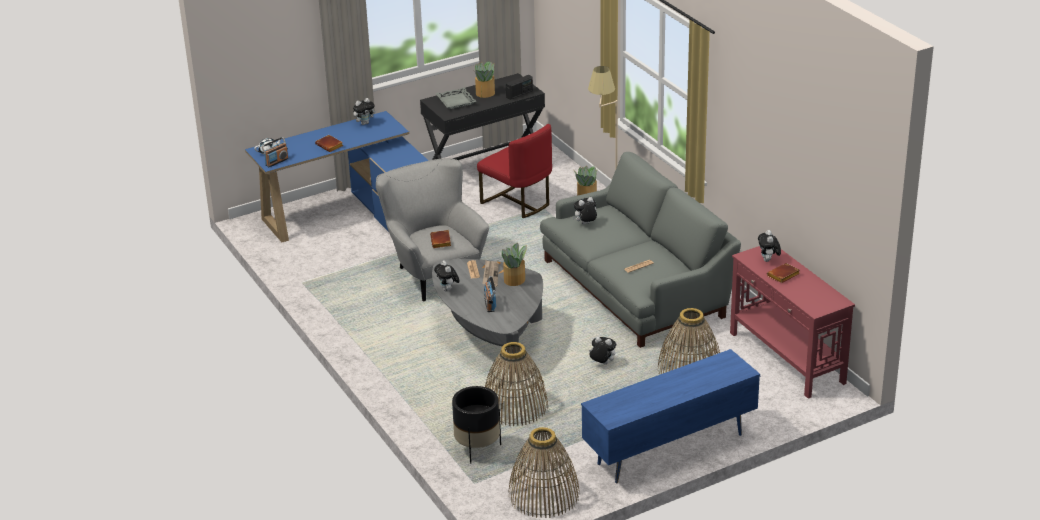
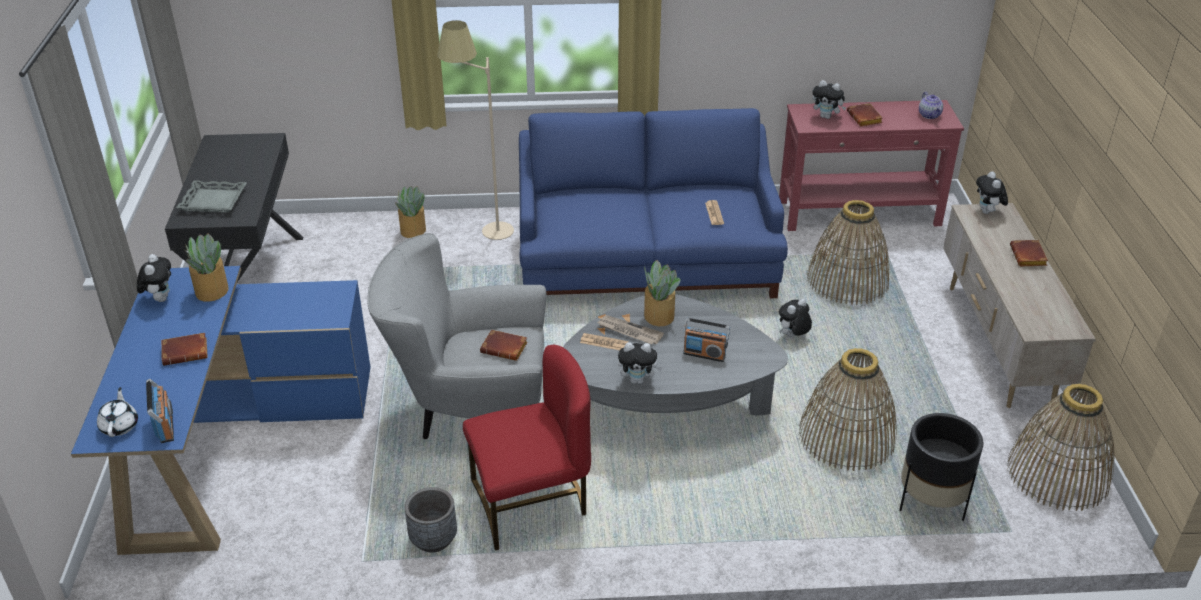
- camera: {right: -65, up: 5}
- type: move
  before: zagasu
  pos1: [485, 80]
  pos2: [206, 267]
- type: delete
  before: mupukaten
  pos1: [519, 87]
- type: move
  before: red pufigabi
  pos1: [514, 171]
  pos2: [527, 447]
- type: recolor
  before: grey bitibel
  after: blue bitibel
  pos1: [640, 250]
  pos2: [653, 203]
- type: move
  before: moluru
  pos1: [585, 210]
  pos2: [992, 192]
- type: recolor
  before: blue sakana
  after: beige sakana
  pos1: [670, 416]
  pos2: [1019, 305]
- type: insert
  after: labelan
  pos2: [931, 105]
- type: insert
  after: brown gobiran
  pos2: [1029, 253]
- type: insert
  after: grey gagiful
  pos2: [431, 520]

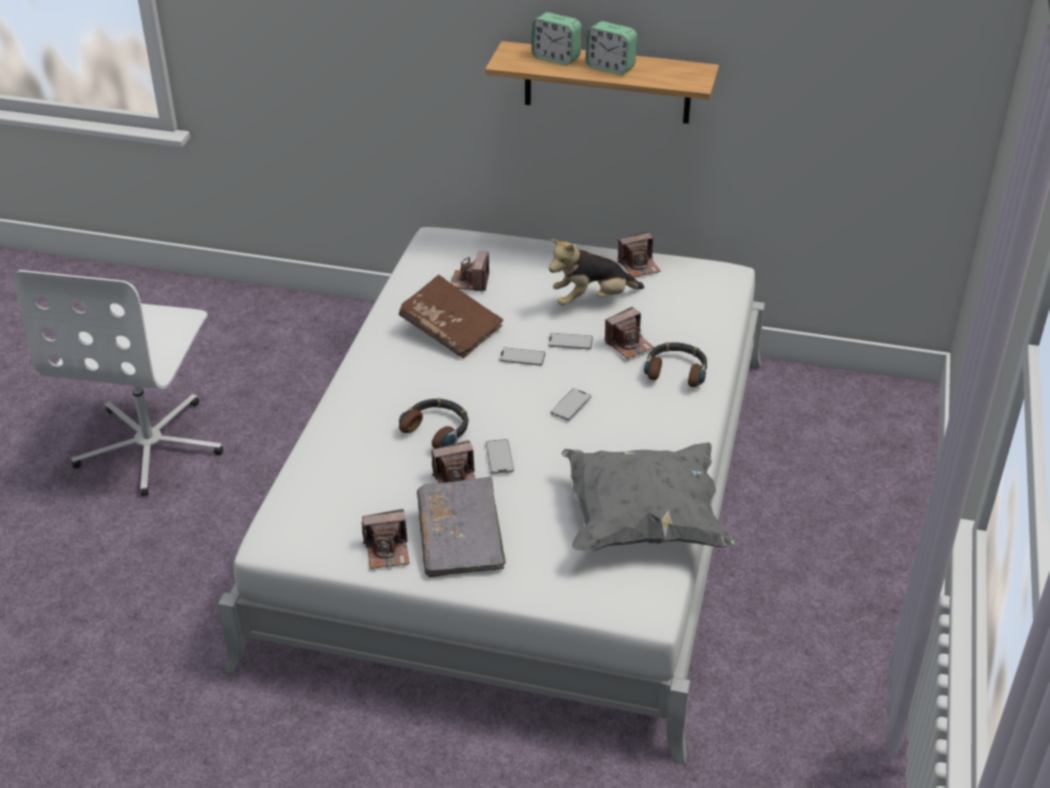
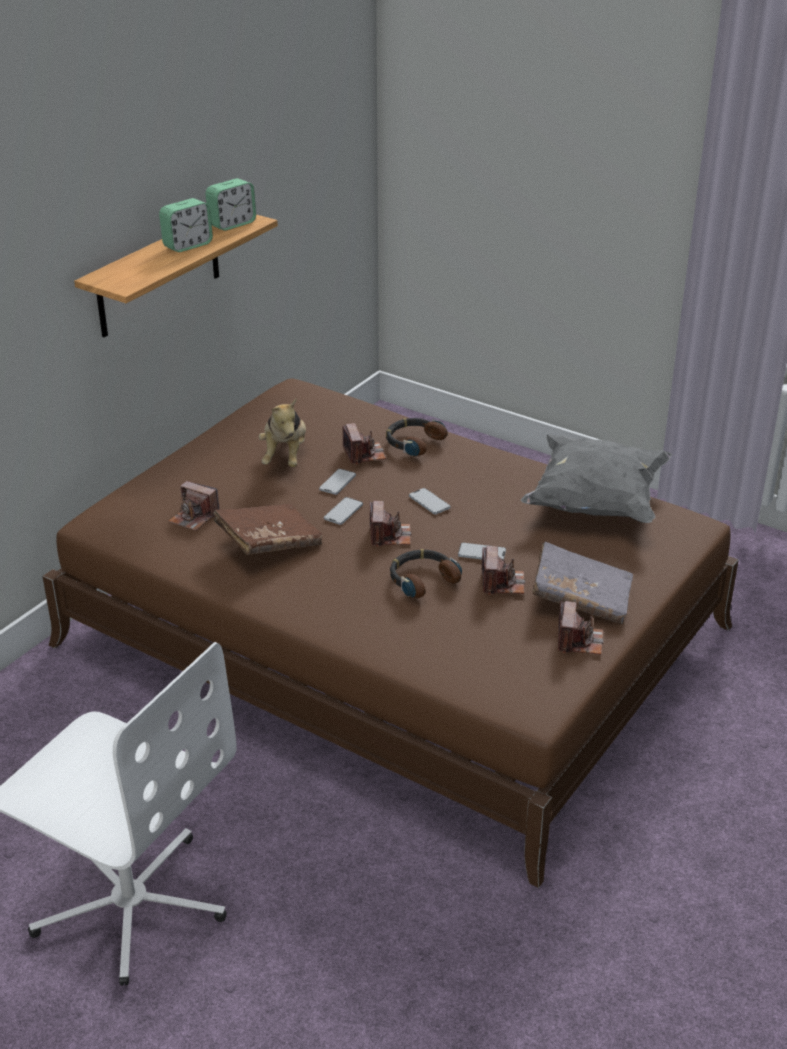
- camera: {right: -70, up: -5}
- type: move
  before: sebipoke
  pos1: [556, 38]
  pos2: [230, 204]
- type: recolor
  before: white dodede
  after: brown dodede
  pos1: [491, 495]
  pos2: [390, 633]
- type: move
  before: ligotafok
  pos1: [639, 254]
  pos2: [390, 524]

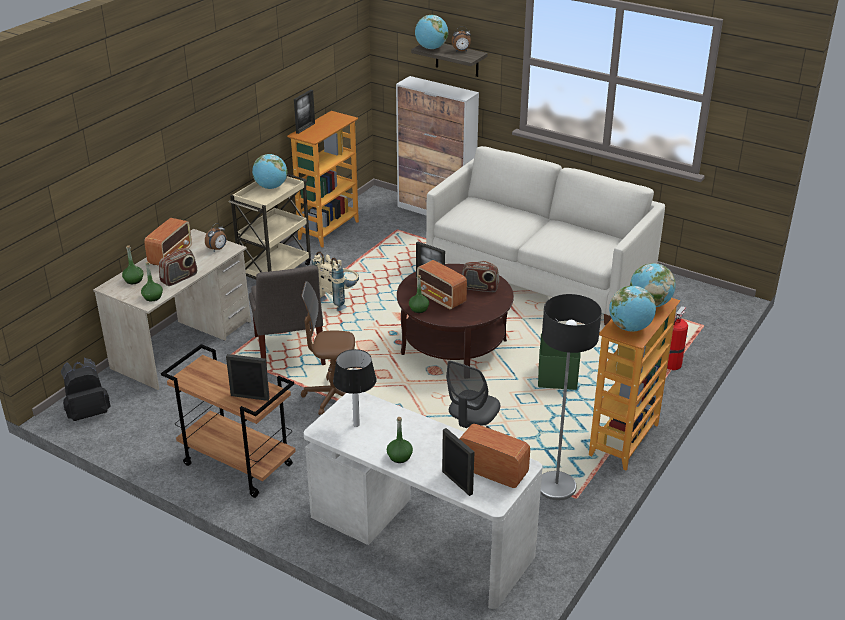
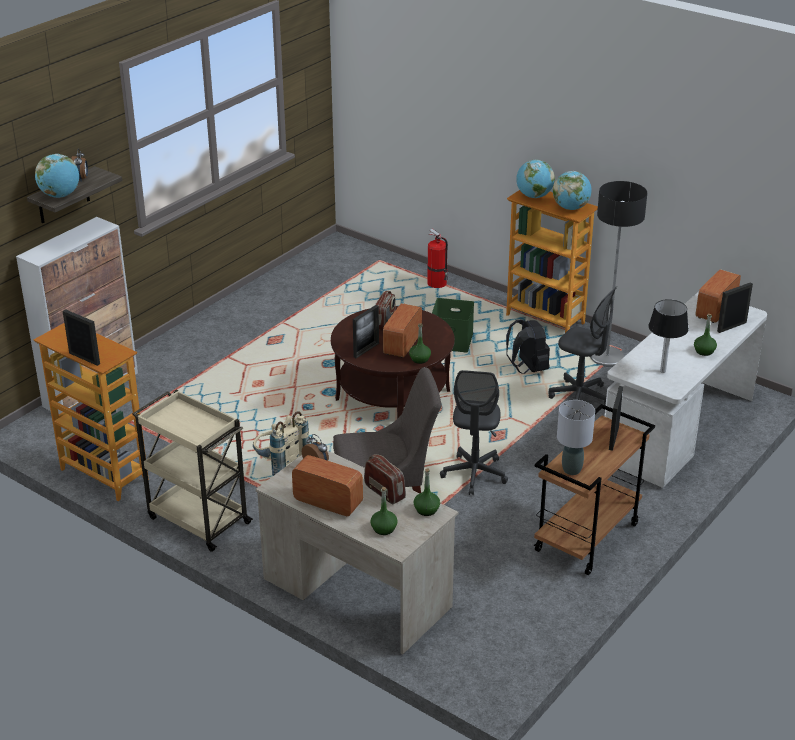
- camera: {right: -85, up: 0}
- type: delete
  before: white bitibel
  pos1: [545, 235]
- type: delete
  before: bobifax
  pos1: [269, 171]
- type: rotate
  before: mupukaten
  pos1: [442, 285]
  pos2: [402, 330]
  turn: 150
- type: recolor
  before: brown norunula
  after: grey norunula
  pos1: [328, 348]
  pos2: [474, 432]
- type: move
  before: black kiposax
  pos1: [85, 389]
  pos2: [528, 347]
- type: insert
  after: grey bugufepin
  pos2: [576, 437]

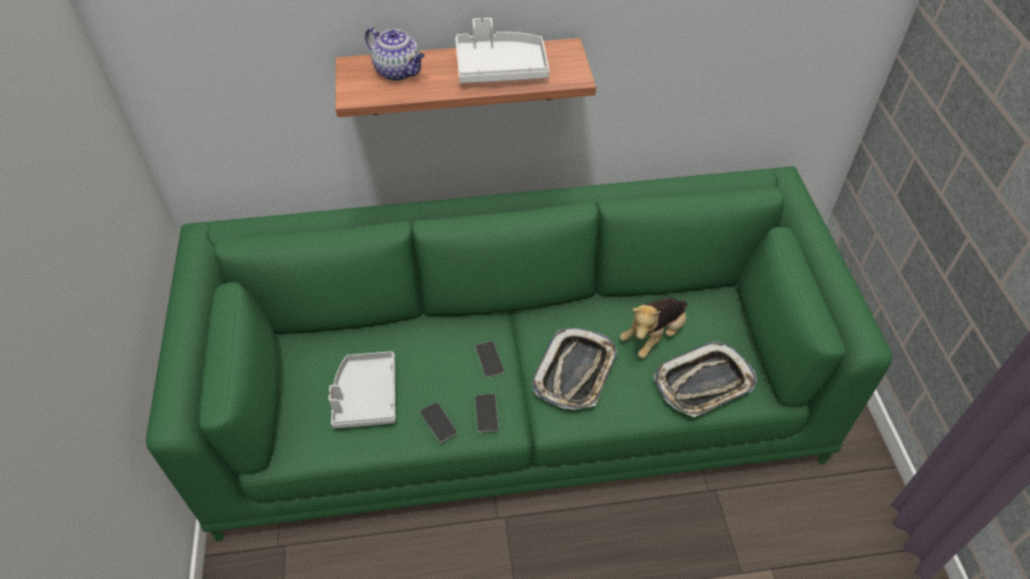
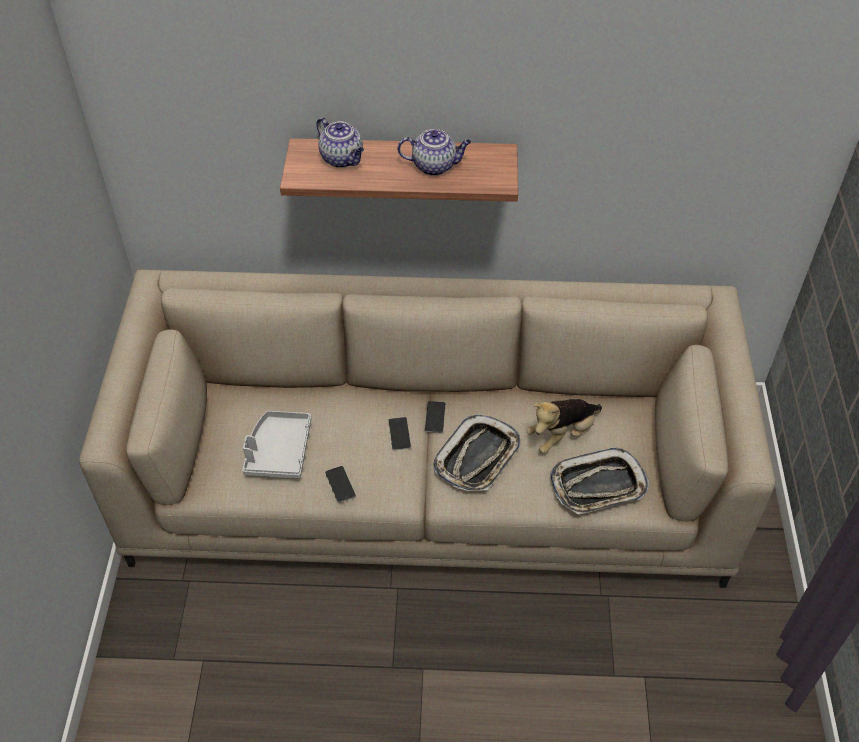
- camera: {right: 10, up: 0}
- type: replace
  before: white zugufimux
  after: labelan
  pos1: [502, 50]
  pos2: [434, 152]
- type: recolor
  before: green bitibel
  after: beige bitibel
  pos1: [519, 353]
  pos2: [427, 428]
- type: move
  before: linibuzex
  pos1: [487, 413]
  pos2: [435, 417]

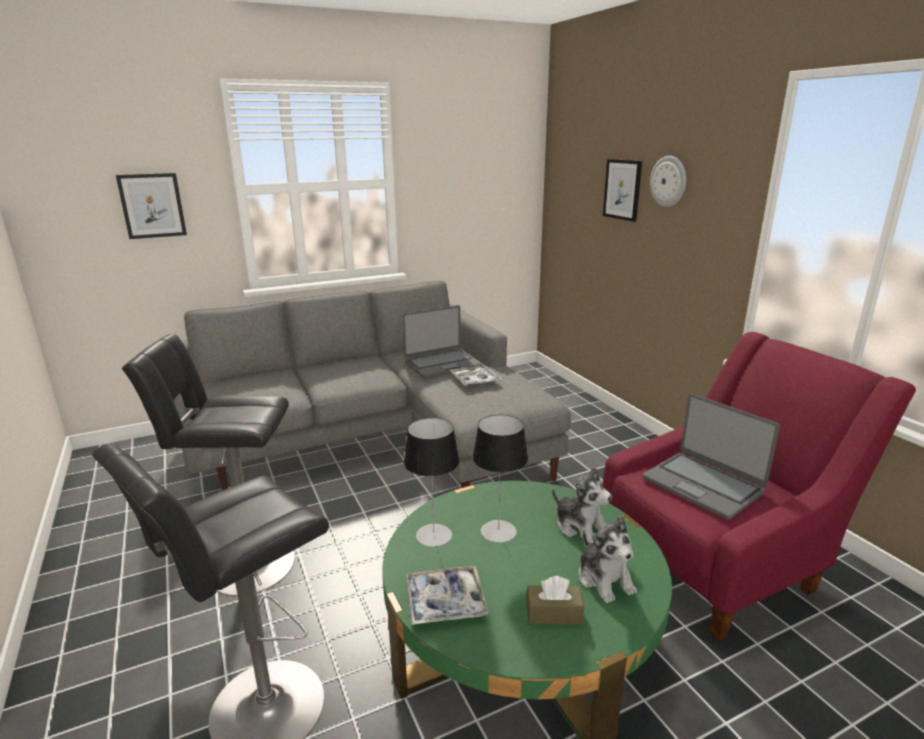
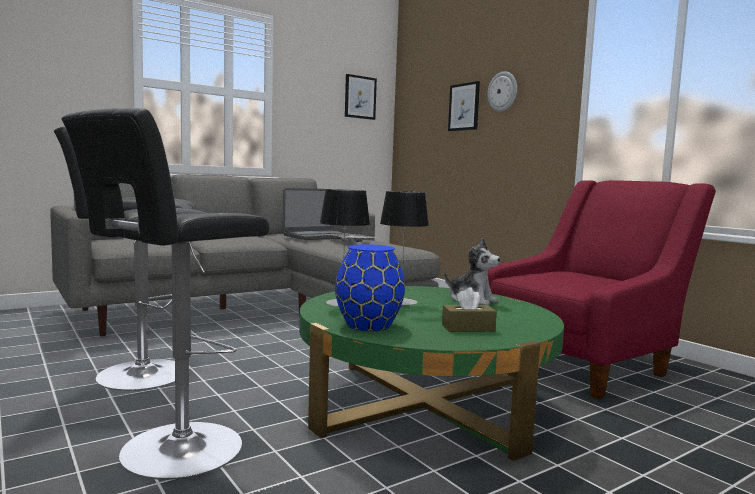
- camera: {right: -10, up: -15}
- type: move
  before: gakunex
  pos1: [151, 206]
  pos2: [361, 97]
- type: delete
  before: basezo
  pos1: [711, 456]
- type: delete
  before: moluru
  pos1: [607, 559]
- type: replace
  before: zugufimux
  after: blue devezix
  pos1: [447, 595]
  pos2: [370, 287]

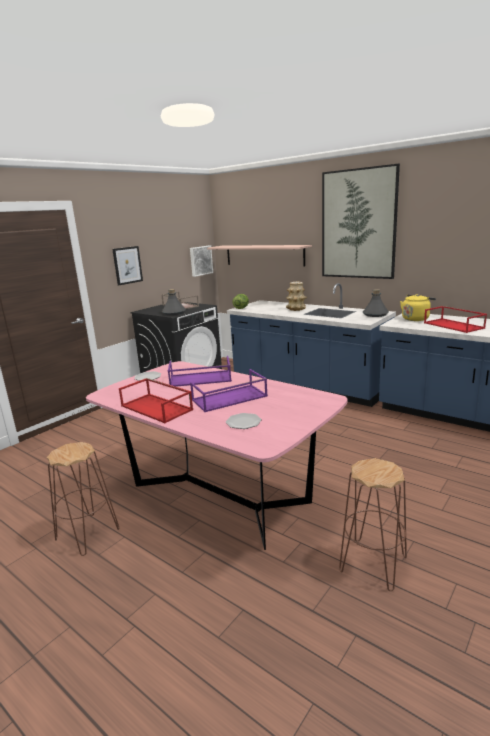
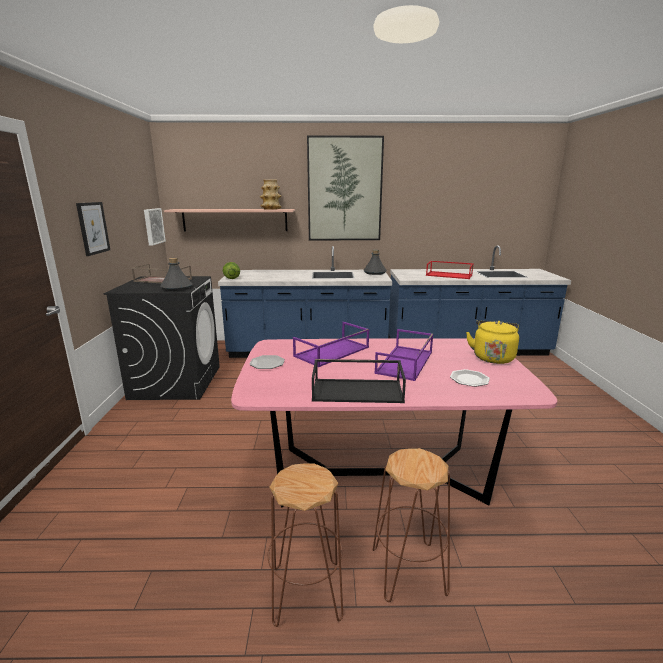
- camera: {right: -40, up: 0}
- type: move
  before: devezix
  pos1: [296, 296]
  pos2: [271, 194]
- type: move
  before: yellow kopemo
  pos1: [418, 307]
  pos2: [492, 342]
- type: recolor
  before: red zugufimux
  after: black zugufimux
  pos1: [156, 400]
  pos2: [359, 381]
- type: move
  before: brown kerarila
  pos1: [373, 524]
  pos2: [411, 525]

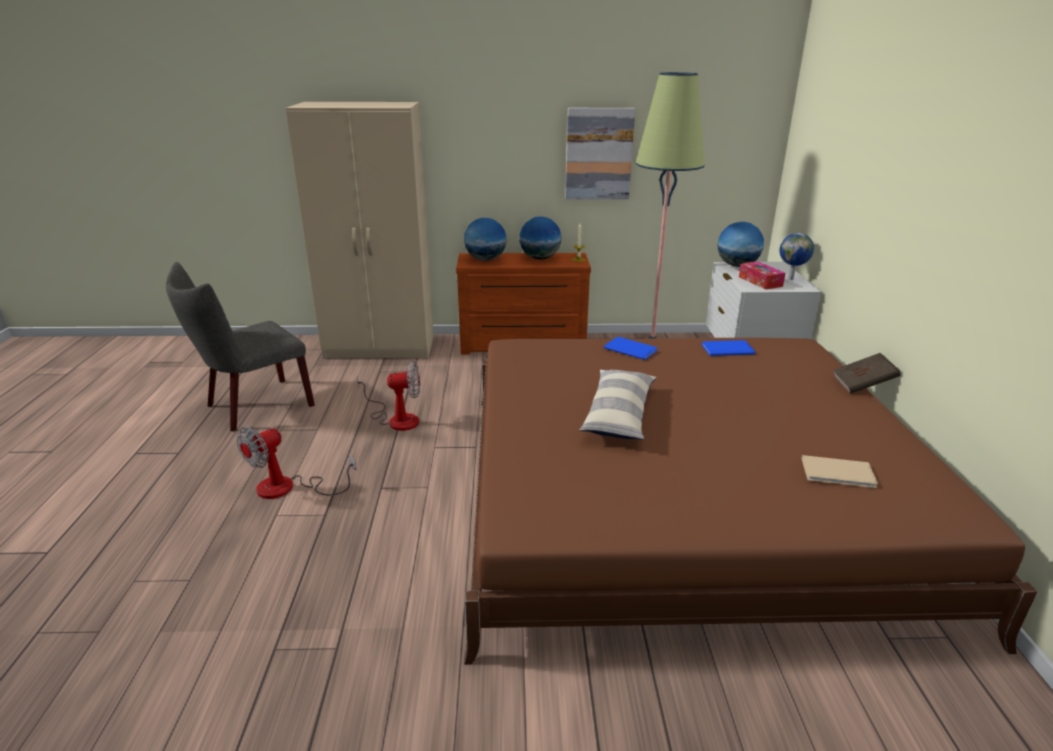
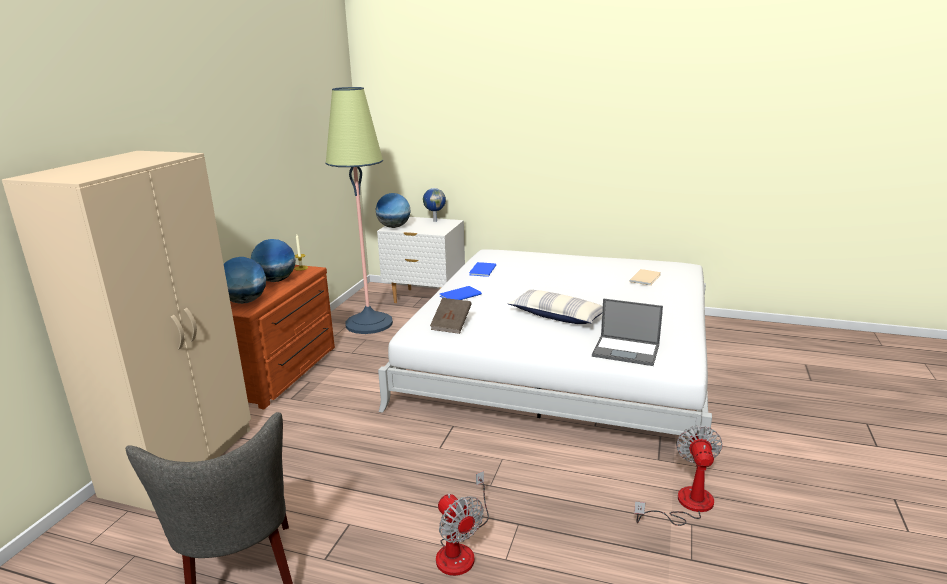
- camera: {right: -70, up: -5}
- type: delete
  before: gakunex
  pos1: [600, 153]
- type: delete
  before: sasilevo
  pos1: [762, 275]
- type: recolor
  before: brown dodede
  after: white dodede
  pos1: [750, 501]
  pos2: [545, 343]
- type: move
  before: brown gobiran
  pos1: [866, 373]
  pos2: [451, 316]
- type: move
  before: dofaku
  pos1: [388, 396]
  pos2: [678, 476]
- type: insert
  after: basezo
  pos2: [627, 332]

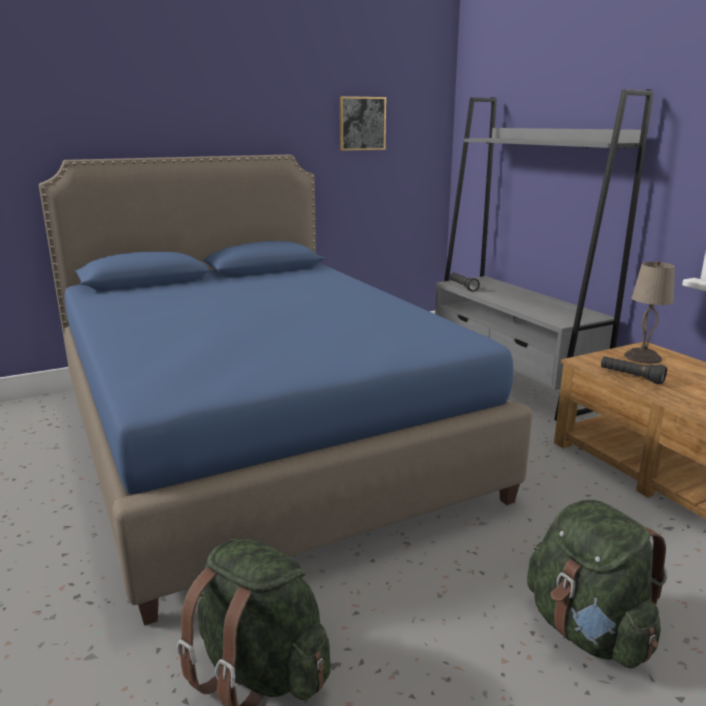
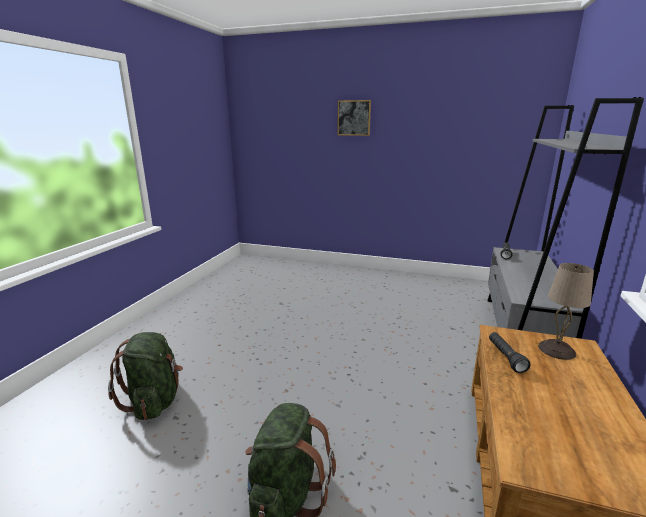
- camera: {right: 45, up: 0}
- type: move
  before: gakunex
  pos1: [363, 123]
  pos2: [354, 118]
- type: delete
  before: blue dodede
  pos1: [286, 390]

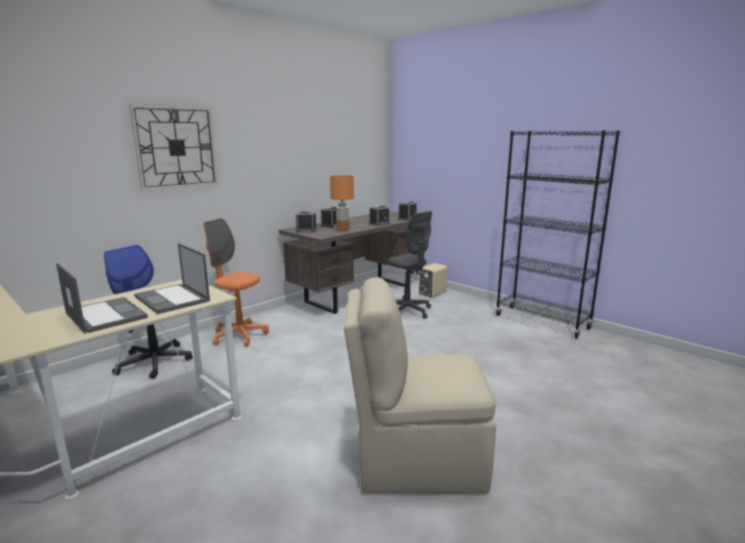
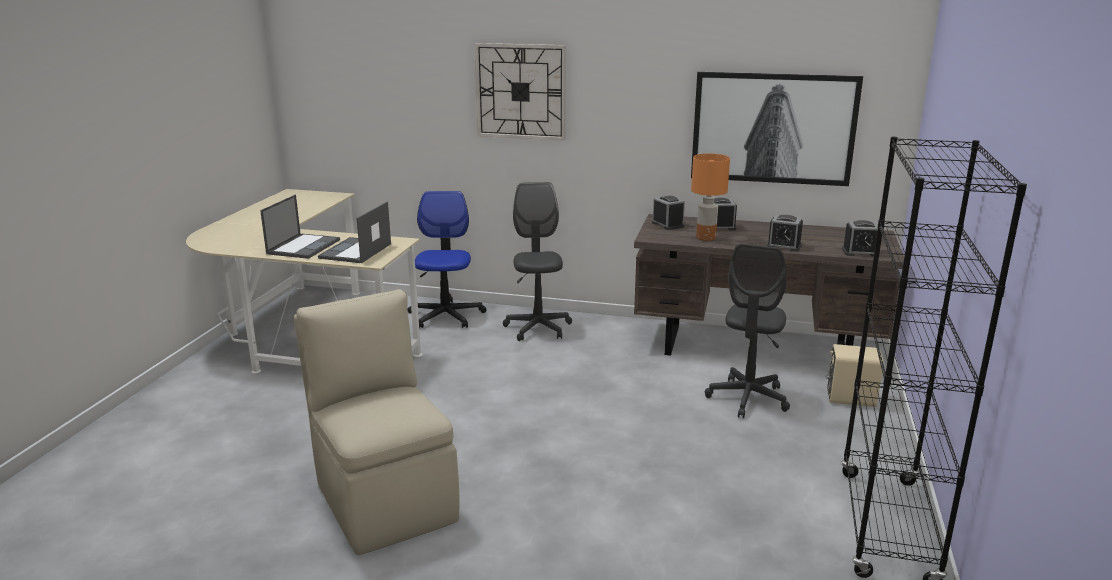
- camera: {right: 60, up: 5}
- type: recolor
  before: orange norunula
  after: grey norunula
  pos1: [236, 282]
  pos2: [537, 261]
- type: insert
  after: gakunex
  pos2: [777, 129]

